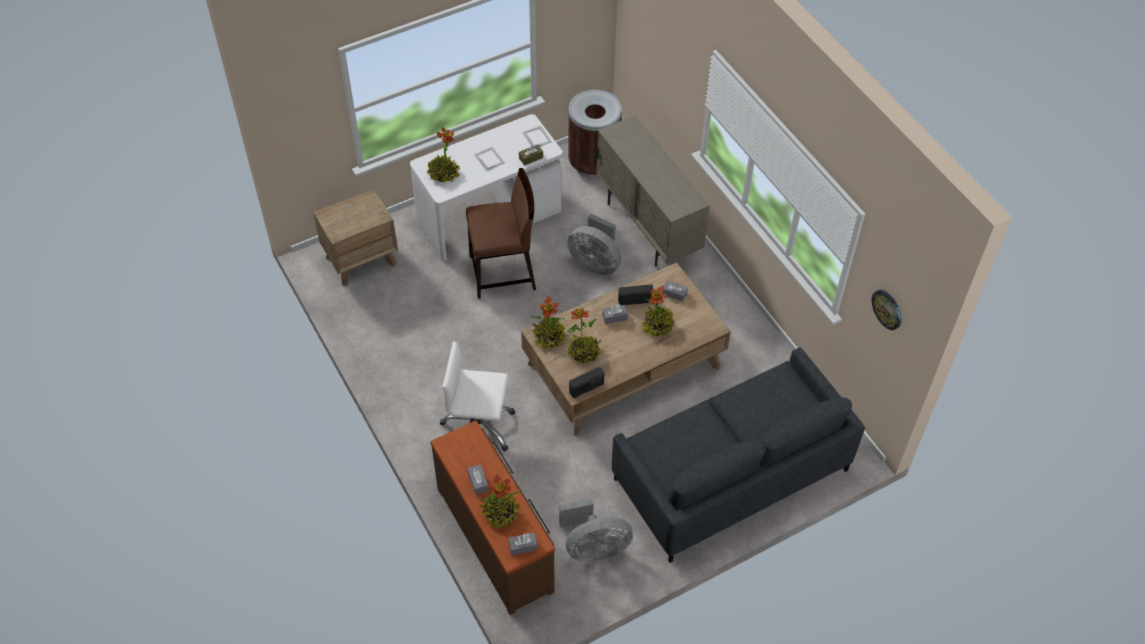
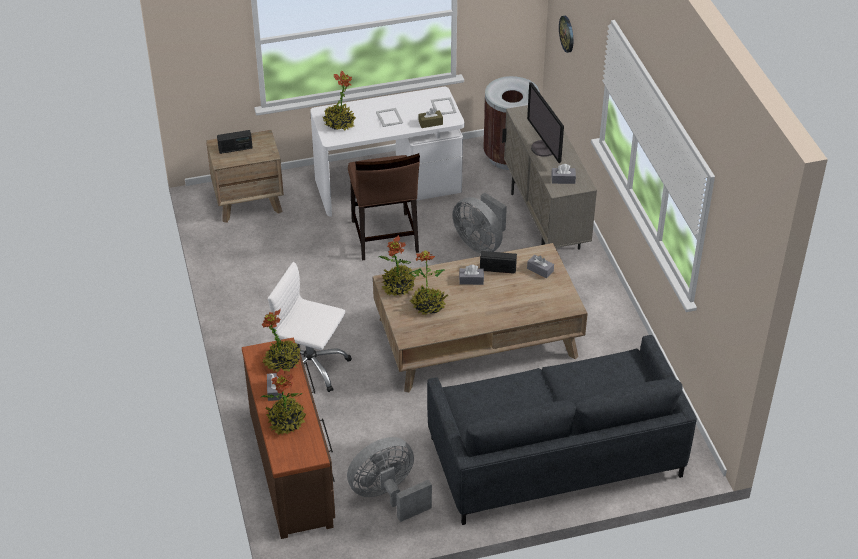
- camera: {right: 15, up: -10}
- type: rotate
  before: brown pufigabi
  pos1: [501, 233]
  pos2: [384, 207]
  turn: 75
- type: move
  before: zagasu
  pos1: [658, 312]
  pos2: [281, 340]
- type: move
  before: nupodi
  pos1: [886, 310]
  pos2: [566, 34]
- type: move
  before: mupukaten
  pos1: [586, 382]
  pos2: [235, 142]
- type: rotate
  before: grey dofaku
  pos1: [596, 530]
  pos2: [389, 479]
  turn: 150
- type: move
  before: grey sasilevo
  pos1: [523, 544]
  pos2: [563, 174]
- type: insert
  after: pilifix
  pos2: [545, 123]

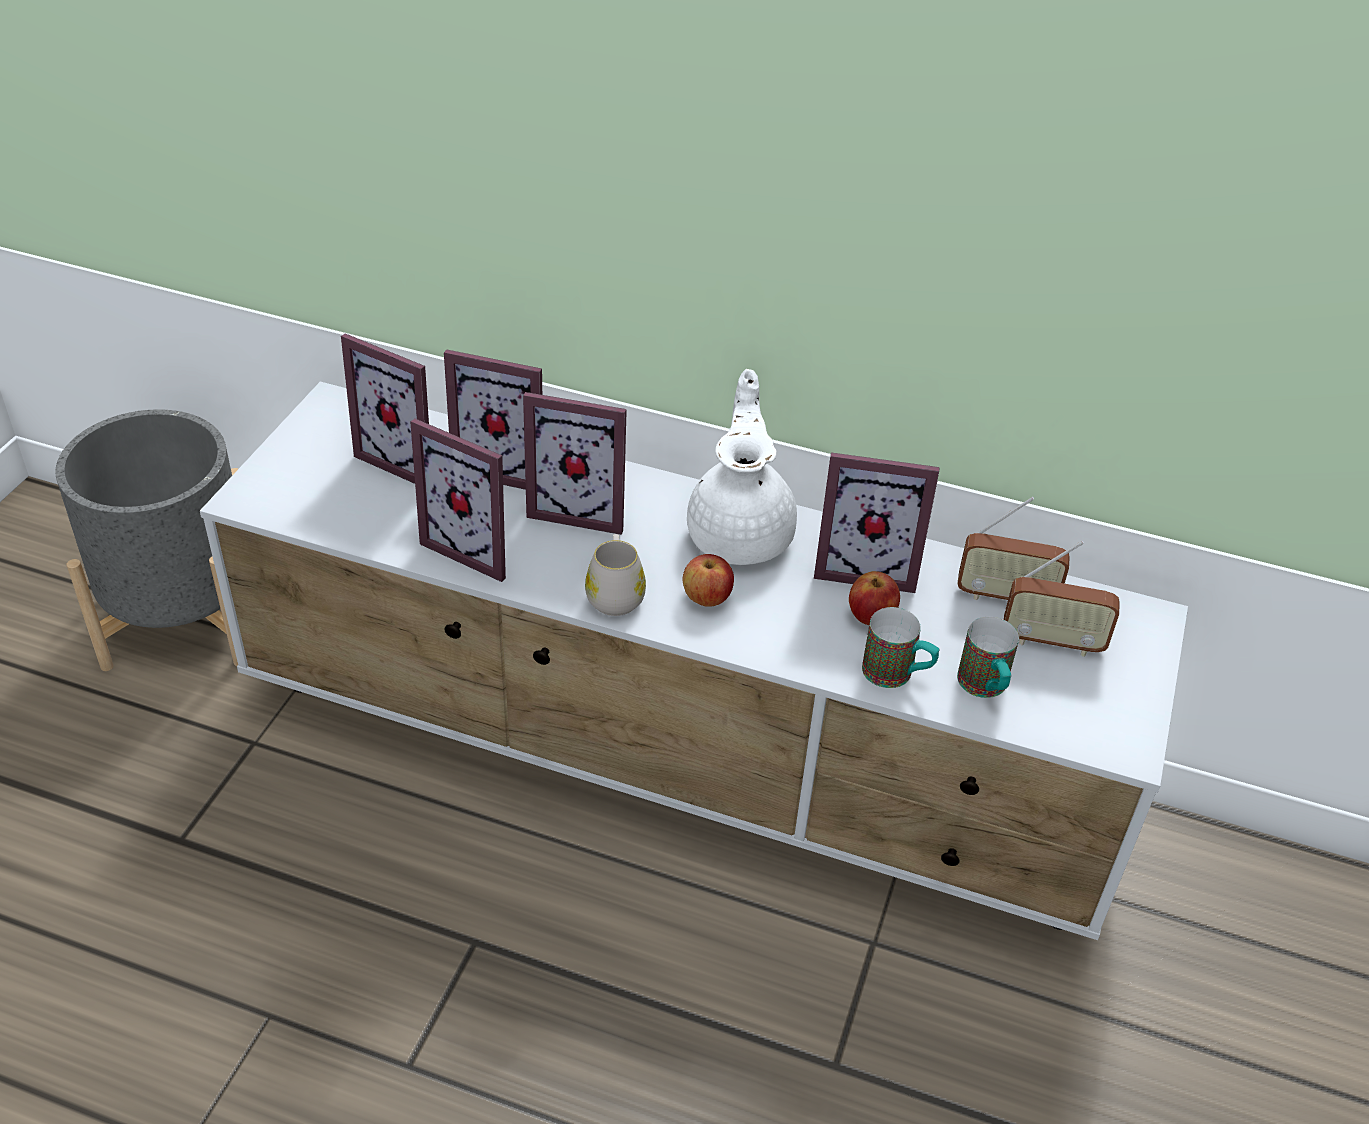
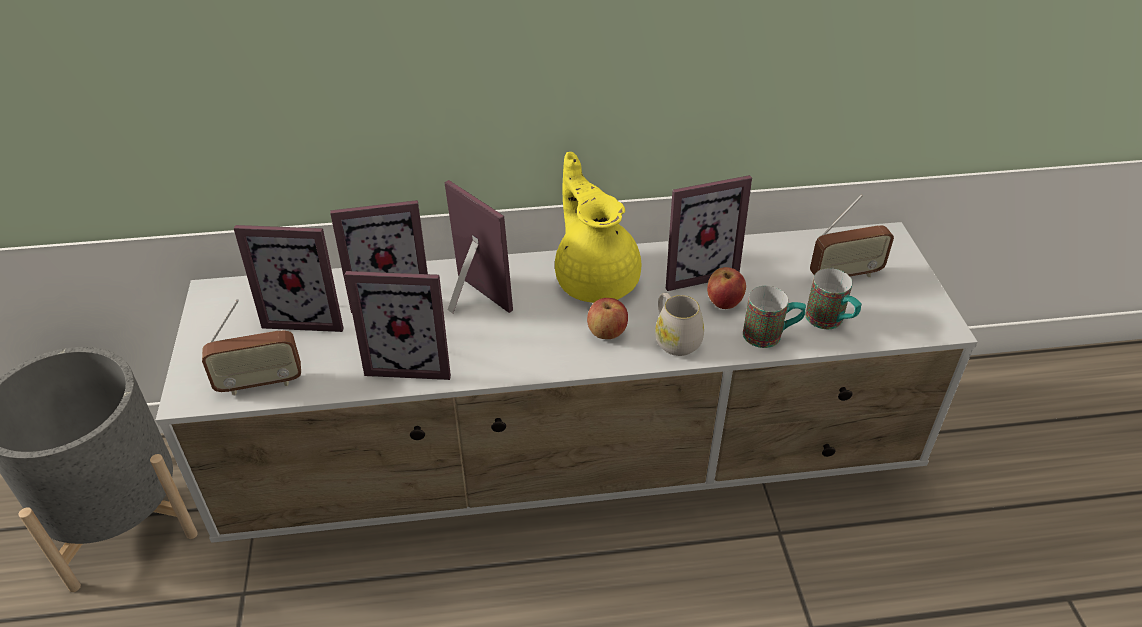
- camera: {right: -25, up: 0}
- type: recolor
  before: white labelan
  after: yellow labelan
  pos1: [742, 467]
  pos2: [598, 227]
- type: rotate
  before: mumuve
  pos1: [575, 463]
  pos2: [478, 247]
  turn: -120
- type: move
  before: mupukaten
  pos1: [1013, 549]
  pos2: [251, 347]
- type: move
  before: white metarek
  pos1: [615, 575]
  pos2: [679, 324]

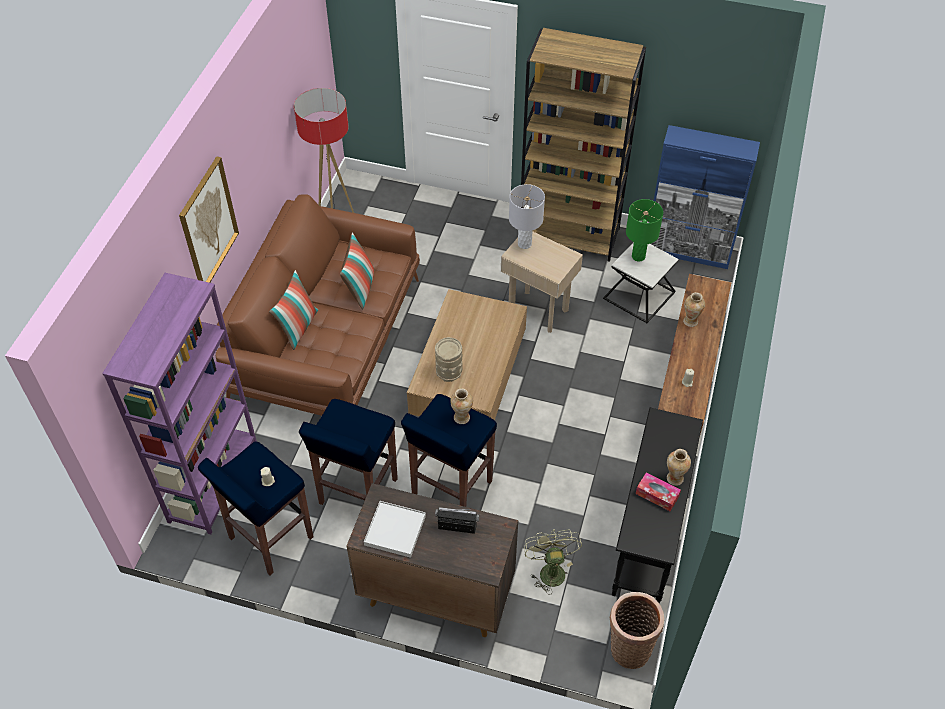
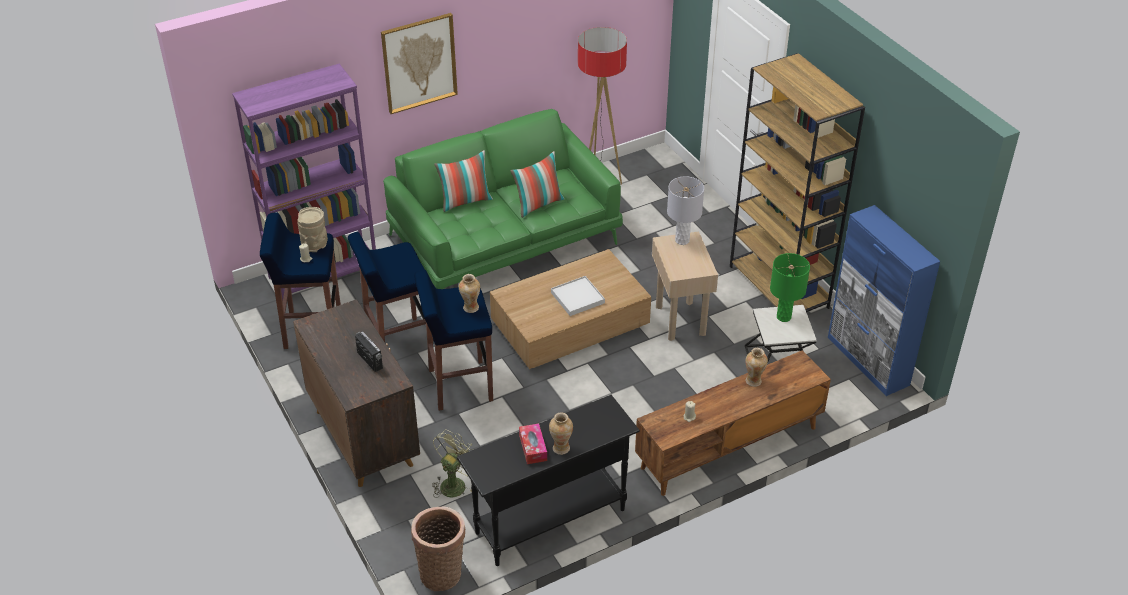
- camera: {right: 45, up: -10}
- type: recolor
  before: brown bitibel
  after: green bitibel
  pos1: [318, 305]
  pos2: [503, 199]
- type: move
  before: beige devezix
  pos1: [449, 359]
  pos2: [312, 229]
- type: move
  before: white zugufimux
  pos1: [395, 529]
  pos2: [578, 296]

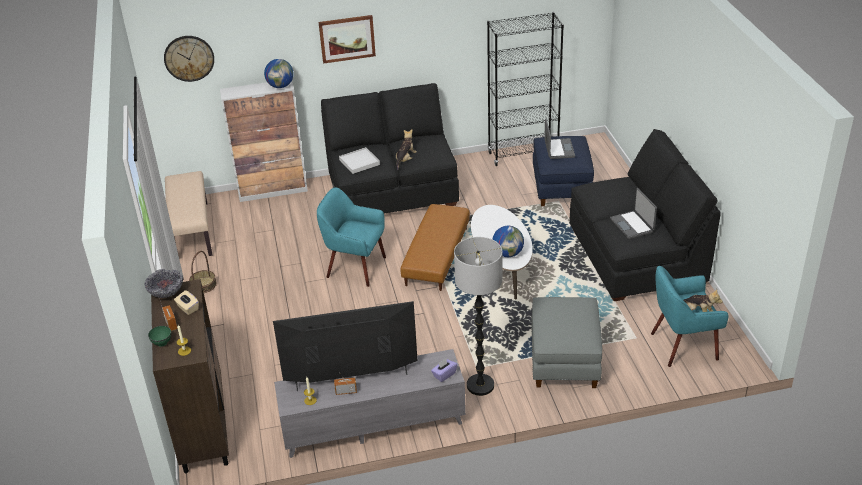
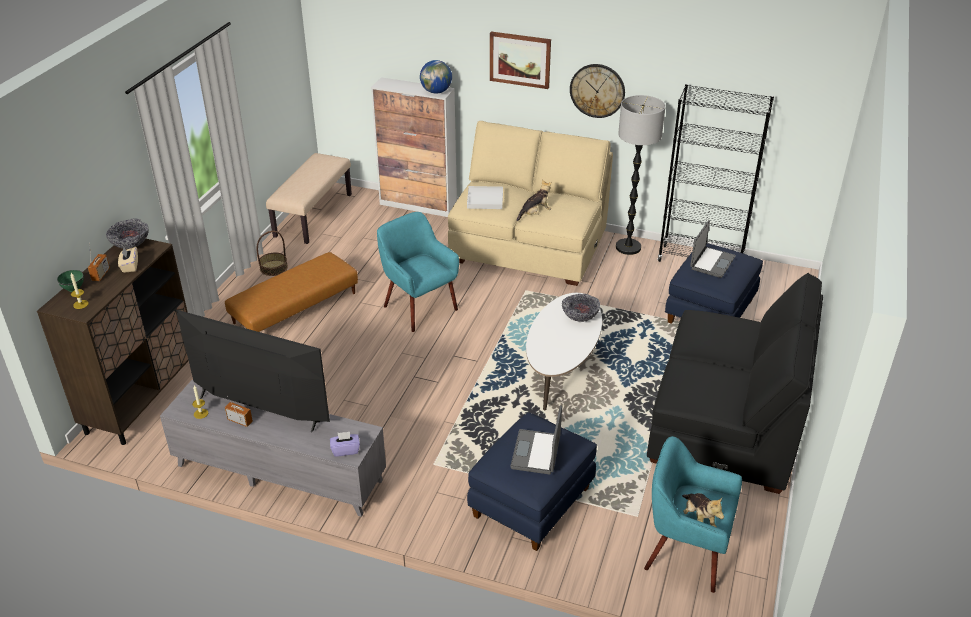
- camera: {right: 30, up: 0}
- type: move
  before: nupodi
  pos1: [189, 59]
  pos2: [597, 91]
- type: recolor
  before: black bitibel
  after: beige bitibel
  pos1: [390, 148]
  pos2: [530, 203]
- type: move
  before: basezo
  pos1: [633, 213]
  pos2: [536, 440]
- type: move
  before: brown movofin
  pos1: [435, 247]
  pos2: [291, 292]
- type: delete
  before: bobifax
  pos1: [508, 241]
- type: move
  before: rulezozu
  pos1: [478, 316]
  pos2: [641, 175]
- type: recolor
  before: grey movofin
  after: blue movofin
  pos1: [566, 342]
  pos2: [532, 481]
- type: insert
  after: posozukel
  pos2: [581, 308]

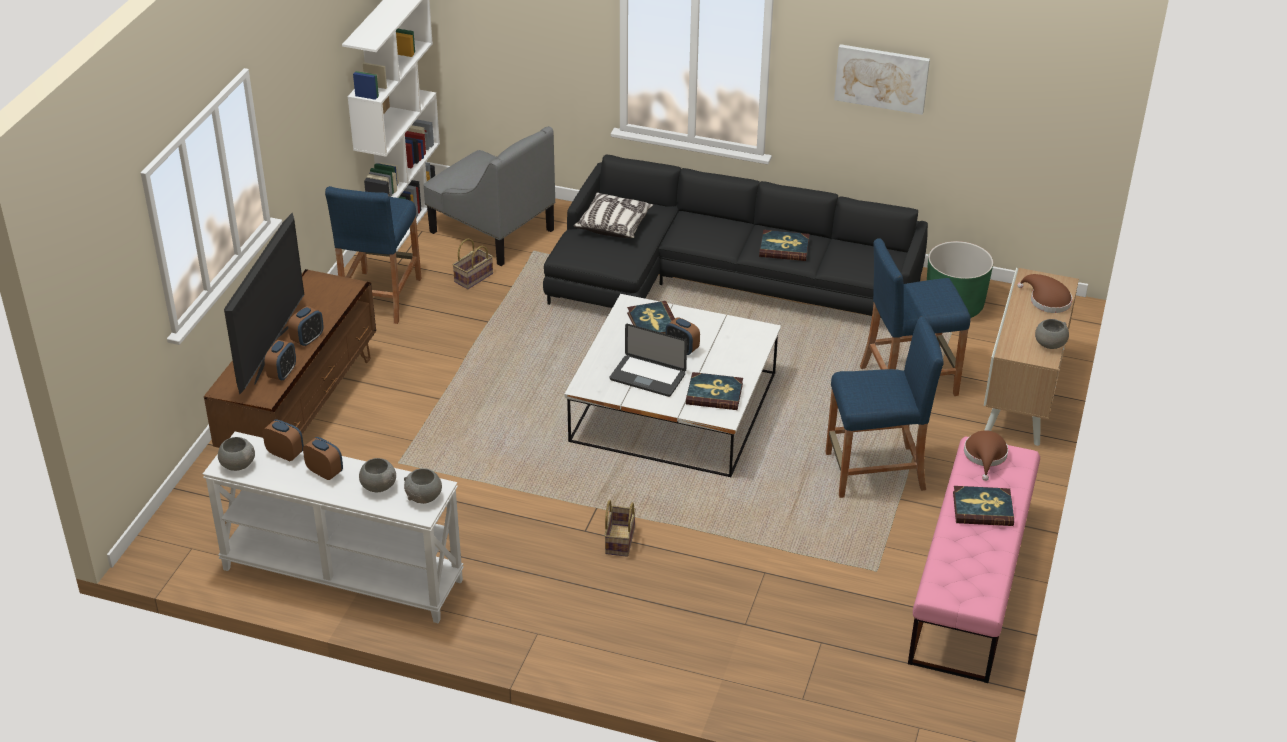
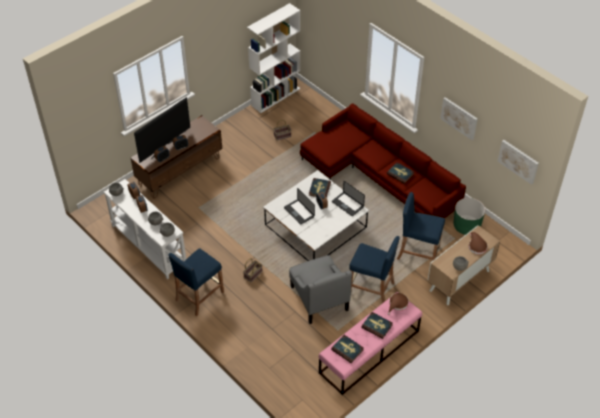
- camera: {right: 30, up: 10}
- type: move
  before: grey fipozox
  pos1: [489, 196]
  pos2: [320, 289]
- type: recolor
  before: black bitibel
  after: red bitibel
  pos1: [735, 236]
  pos2: [383, 160]
- type: move
  before: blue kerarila
  pos1: [373, 255]
  pos2: [196, 282]
- type: delete
  before: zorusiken
  pos1: [614, 215]
- type: move
  before: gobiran
  pos1: [714, 391]
  pos2: [347, 349]
- type: insert
  after: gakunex
  pos2: [518, 162]
- type: insert
  after: basezo
  pos2: [348, 198]

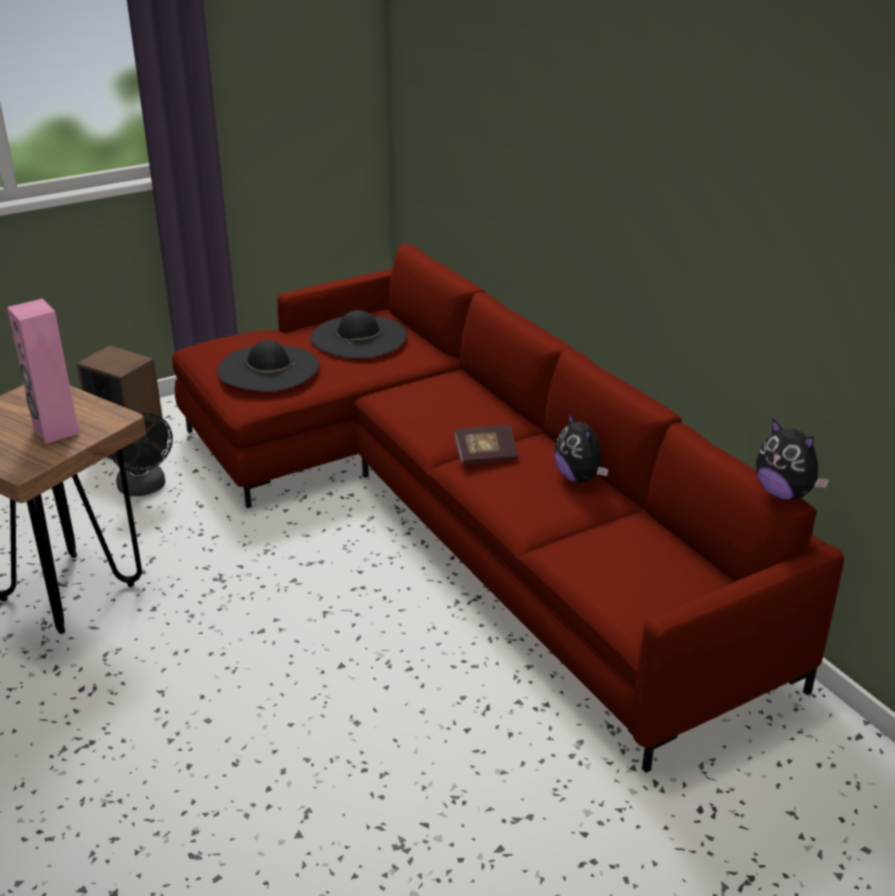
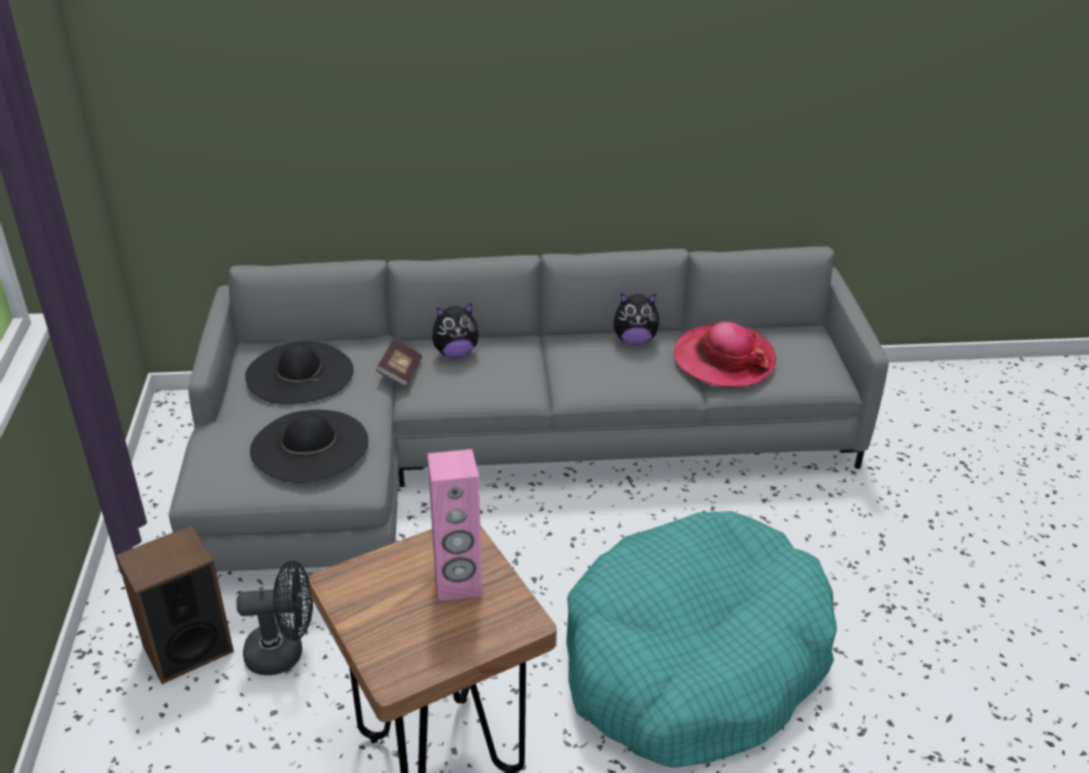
- camera: {right: -65, up: 5}
- type: recolor
  before: red bitibel
  after: grey bitibel
  pos1: [508, 508]
  pos2: [529, 409]
- type: move
  before: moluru
  pos1: [792, 459]
  pos2: [456, 330]
- type: move
  before: gobiran
  pos1: [486, 444]
  pos2: [399, 362]
- type: insert
  after: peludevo
  pos2: [725, 354]
- type: insert
  after: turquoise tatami
  pos2: [701, 639]

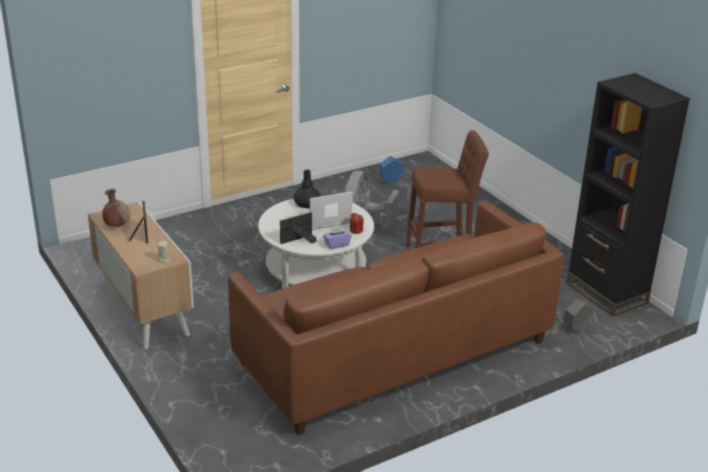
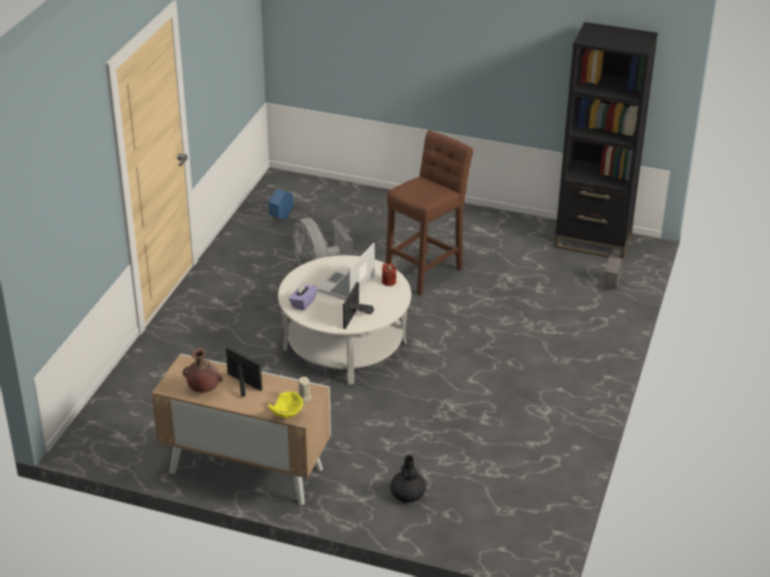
- camera: {right: -40, up: 5}
- type: move
  before: black devezix
  pos1: [307, 189]
  pos2: [408, 479]
- type: delete
  before: brown bitibel
  pos1: [396, 317]
- type: move
  before: purple sasilevo
  pos1: [337, 237]
  pos2: [303, 296]
- type: insert
  after: yellow posozukel
  pos2: [285, 405]

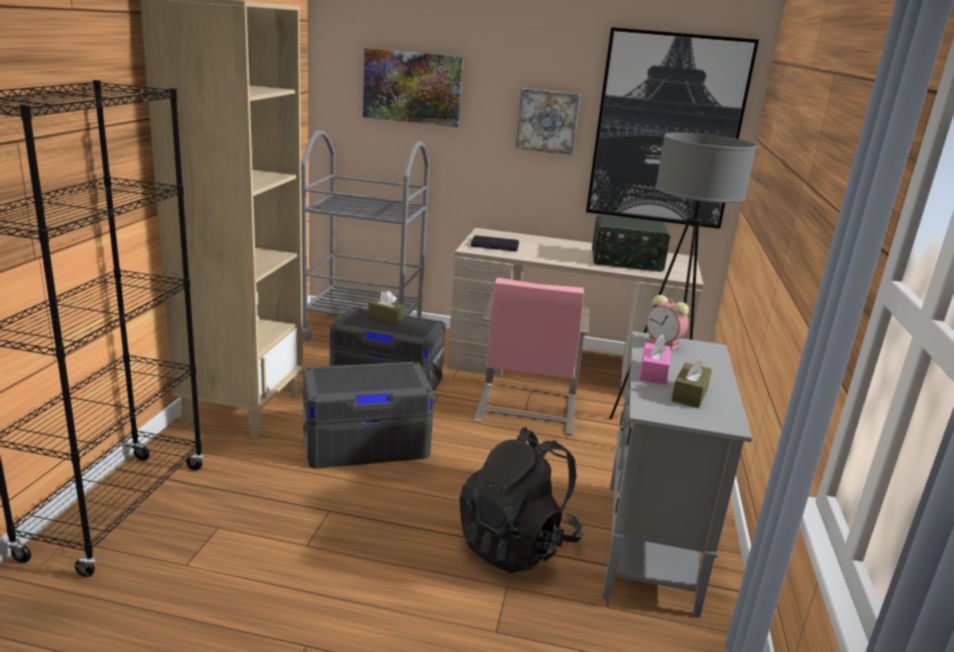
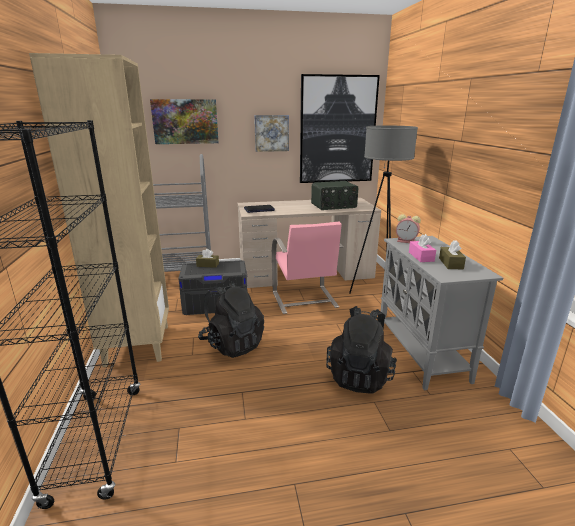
- camera: {right: -20, up: 0}
- type: replace
  before: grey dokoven
  after: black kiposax
  pos1: [367, 415]
  pos2: [231, 319]

